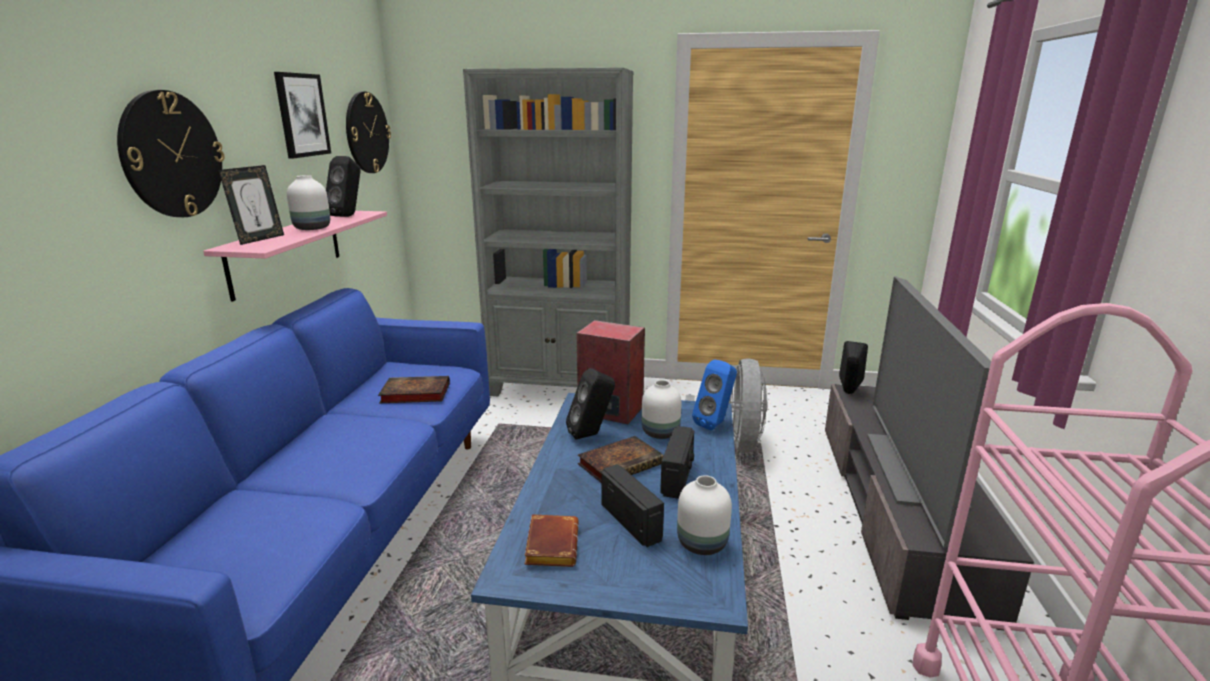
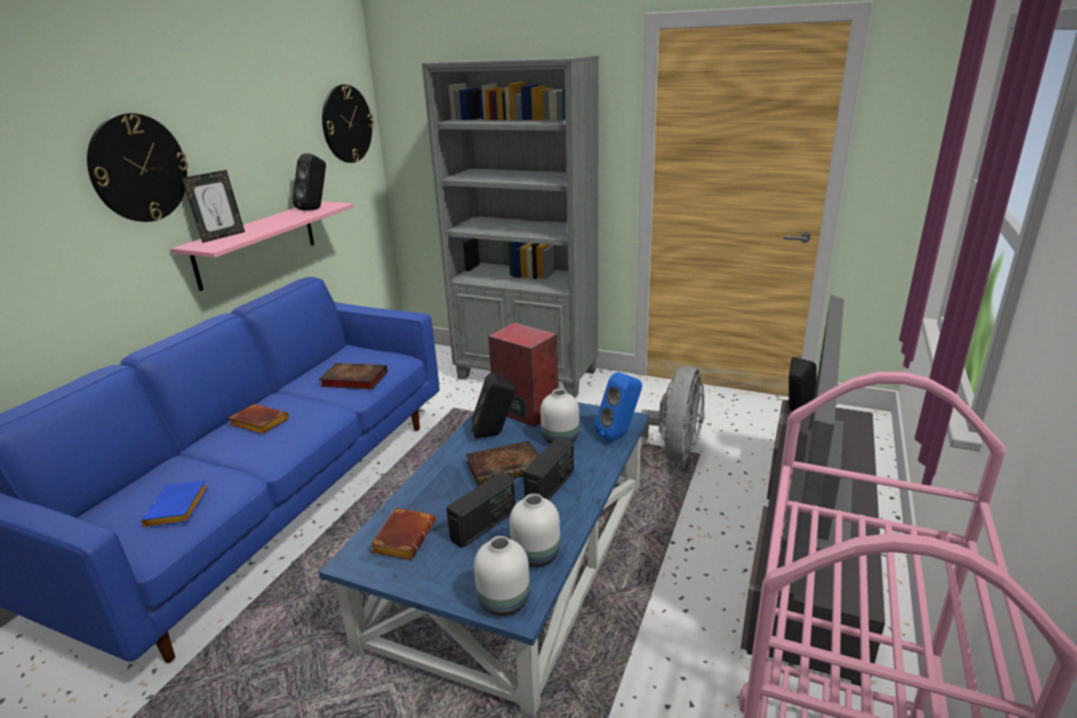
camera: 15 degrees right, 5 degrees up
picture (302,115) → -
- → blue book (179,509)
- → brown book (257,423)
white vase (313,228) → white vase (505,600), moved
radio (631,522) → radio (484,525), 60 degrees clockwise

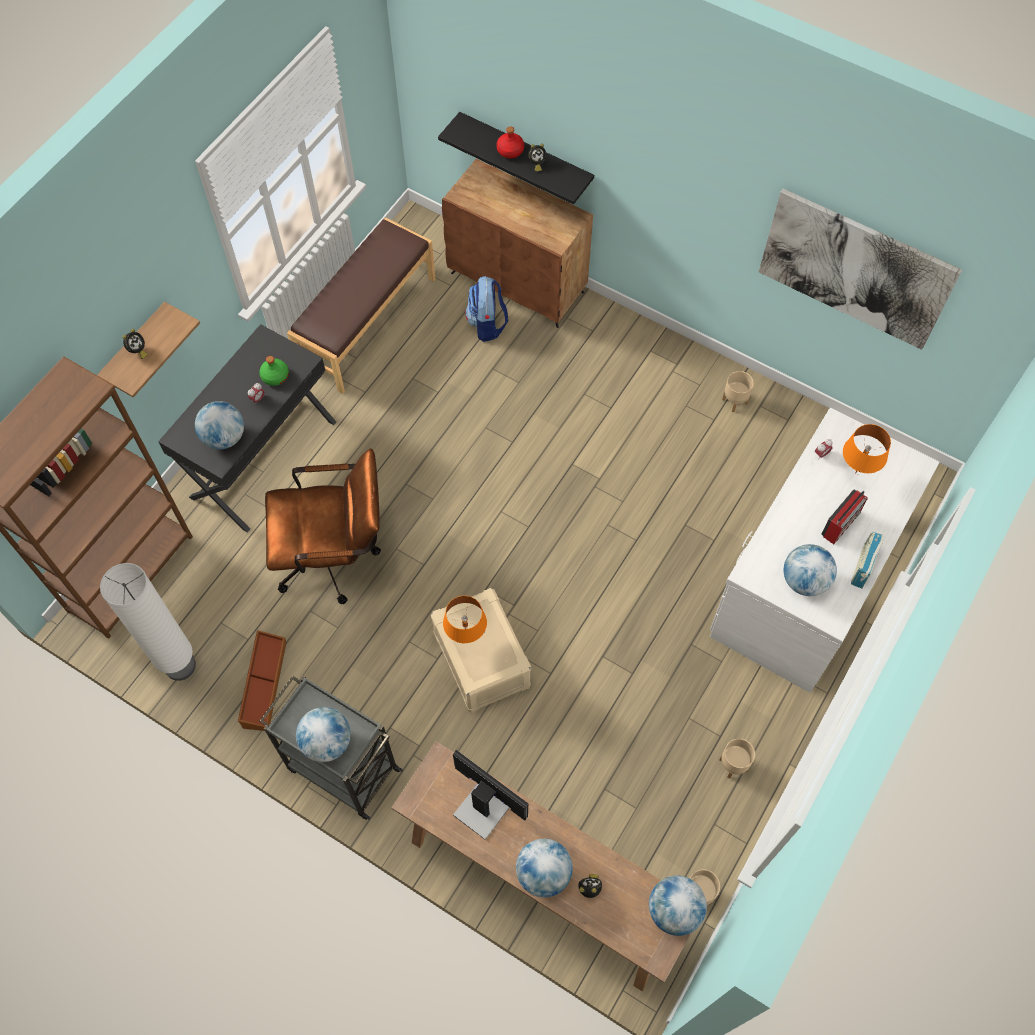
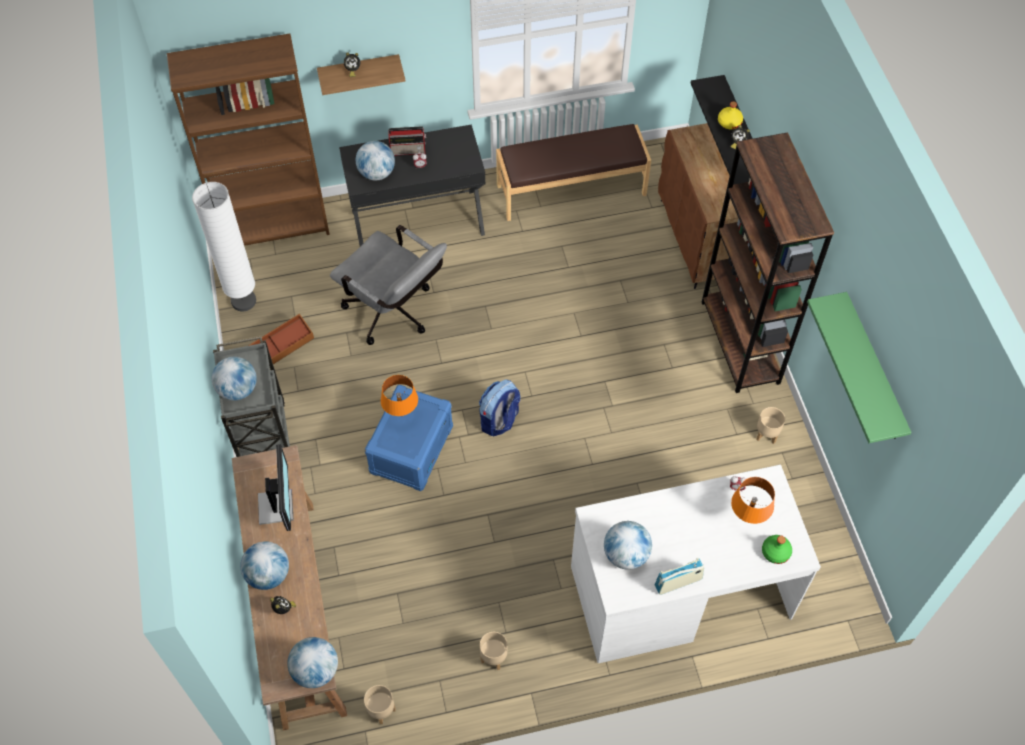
camera: 45 degrees right, 5 degrees down
- → brown bookcase (740,342)
green bottle (275,376) → green bottle (775,552), moved
backpack (487,324) → backpack (499,420), moved
radio (841,524) → radio (409,150), moved
picture (855,269) → green shelf (873,369)
brown office chair (335,557) → grey office chair (394,314)
beige storage box (481,660) → blue storage box (411,448)
red bottle (510,150) → yellow bottle (729,122)

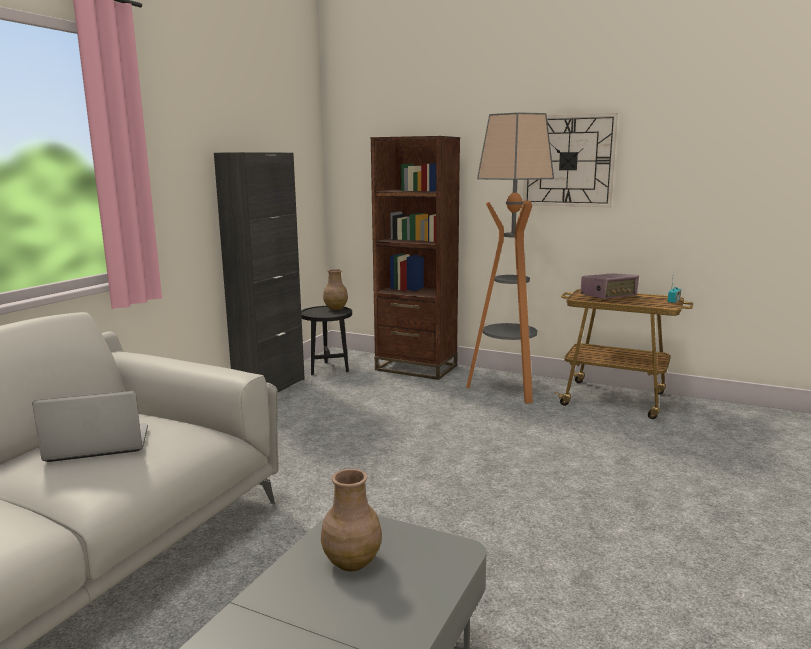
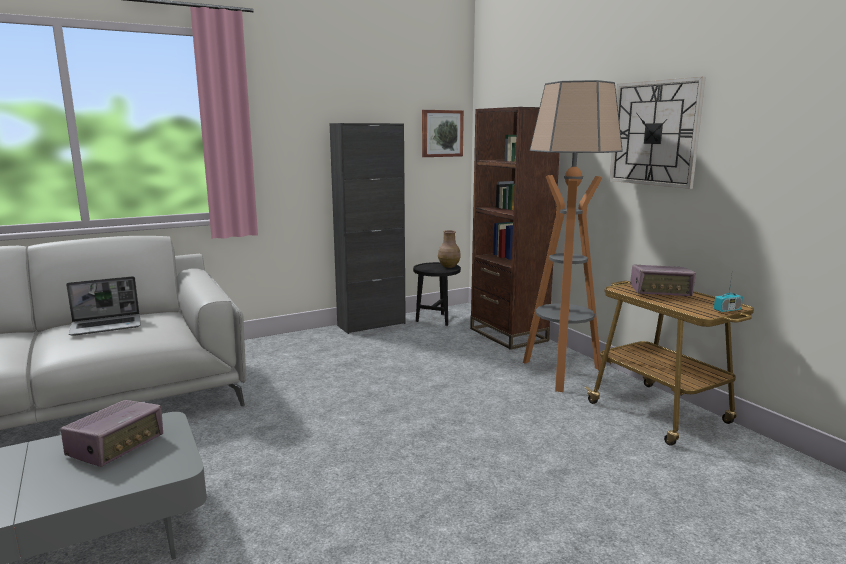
camera: 35 degrees right, 0 degrees up
- → picture (441,133)
brown vase (352,561) → radio (117,446)
laptop (96,445) → laptop (107,326), 135 degrees clockwise

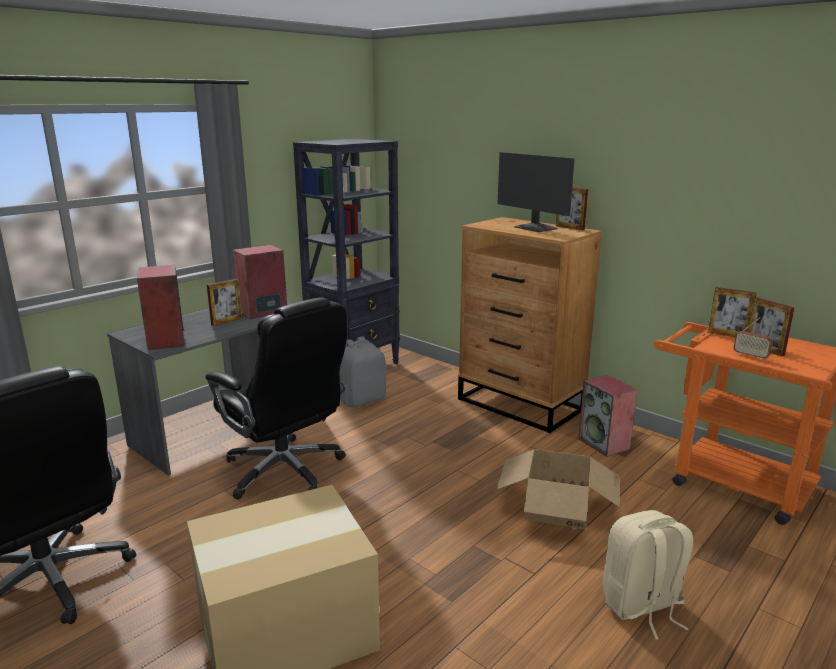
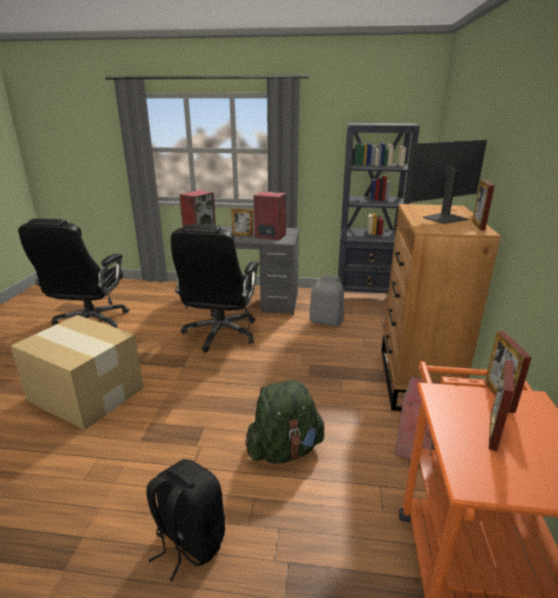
camera: 55 degrees right, 5 degrees up
radio (750,356) → -
cardboard box (556,507) → green backpack (284,450)
beige backpack (642,607) → black backpack (189,542)
monitor (535,228) → monitor (444,218), 45 degrees clockwise

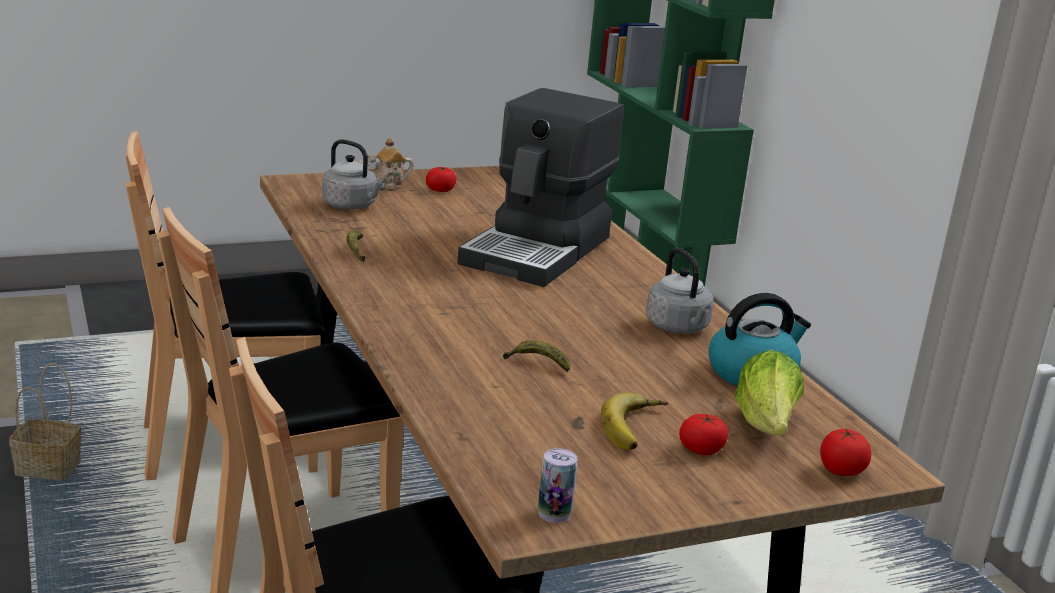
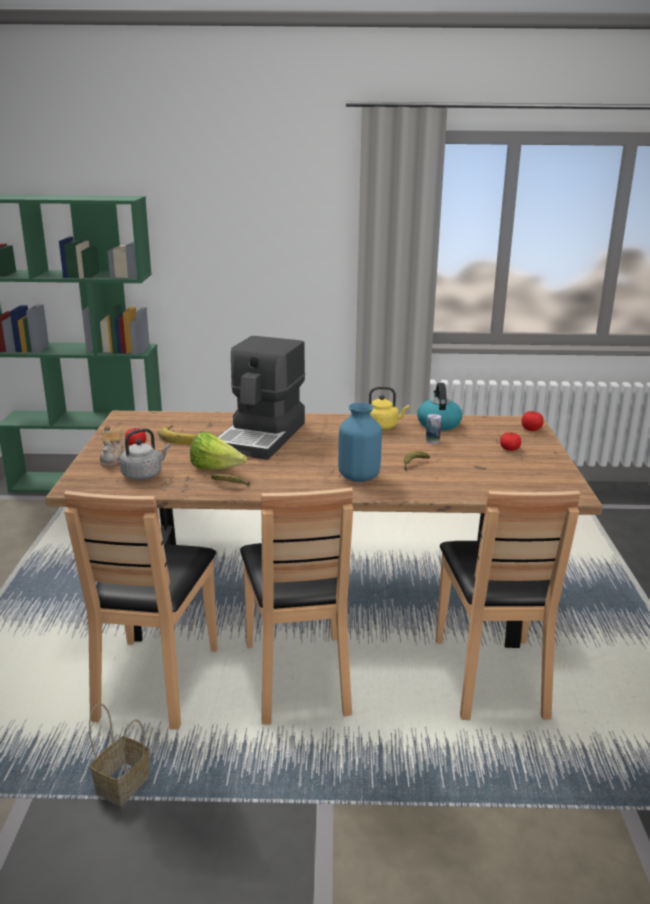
camera: 65 degrees left, 0 degrees up
- → blue vase (358,477)
can (554,514) → can (432,441), moved
banana (637,429) → banana (181,437), moved
lettuce (765,426) → lettuce (216,469), moved
grey kettle (679,328) → yellow kettle (383,426)
coffee machine (539,251) → coffee machine (262,437), 60 degrees clockwise

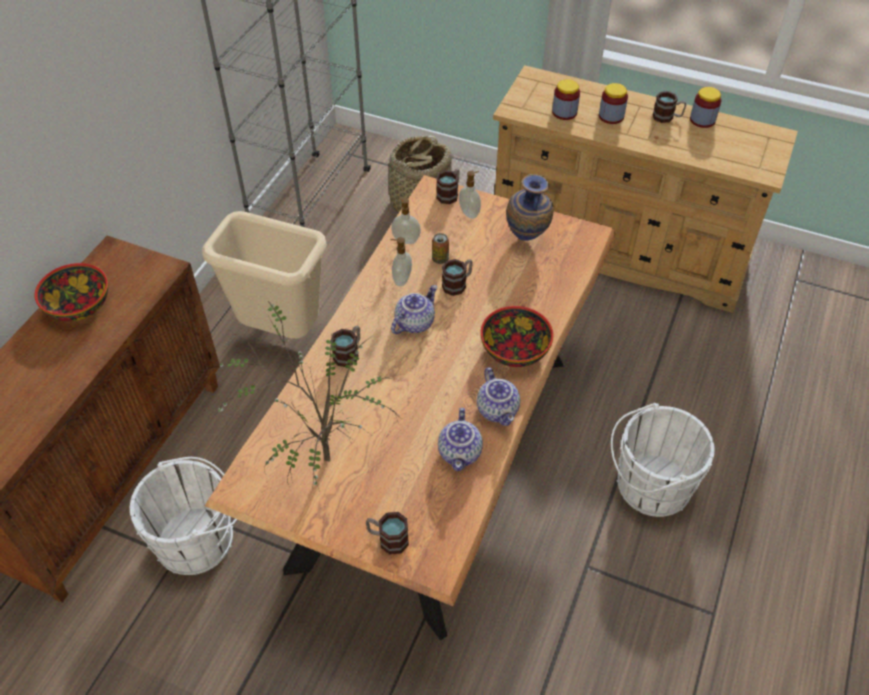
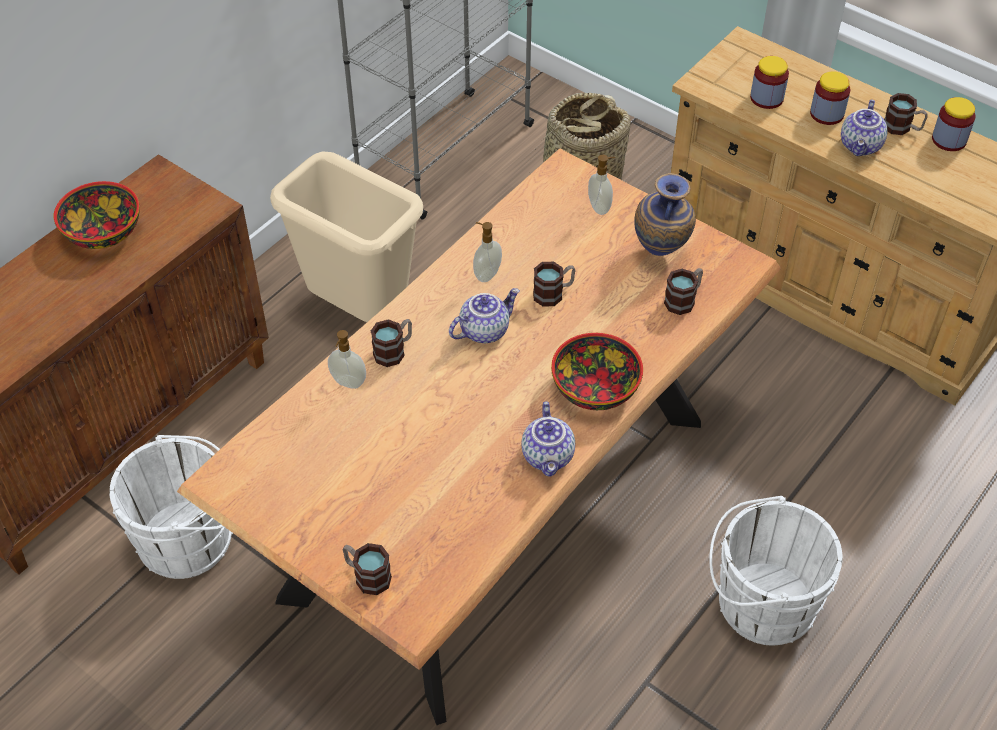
camera: 15 degrees right, 0 degrees up
potted plant (321,458) → -
can (440,259) → -
soap dispenser (406,241) → soap dispenser (348,383), moved
mug (449,194) → mug (684,299), moved
teapot (461,453) → teapot (861,146), moved

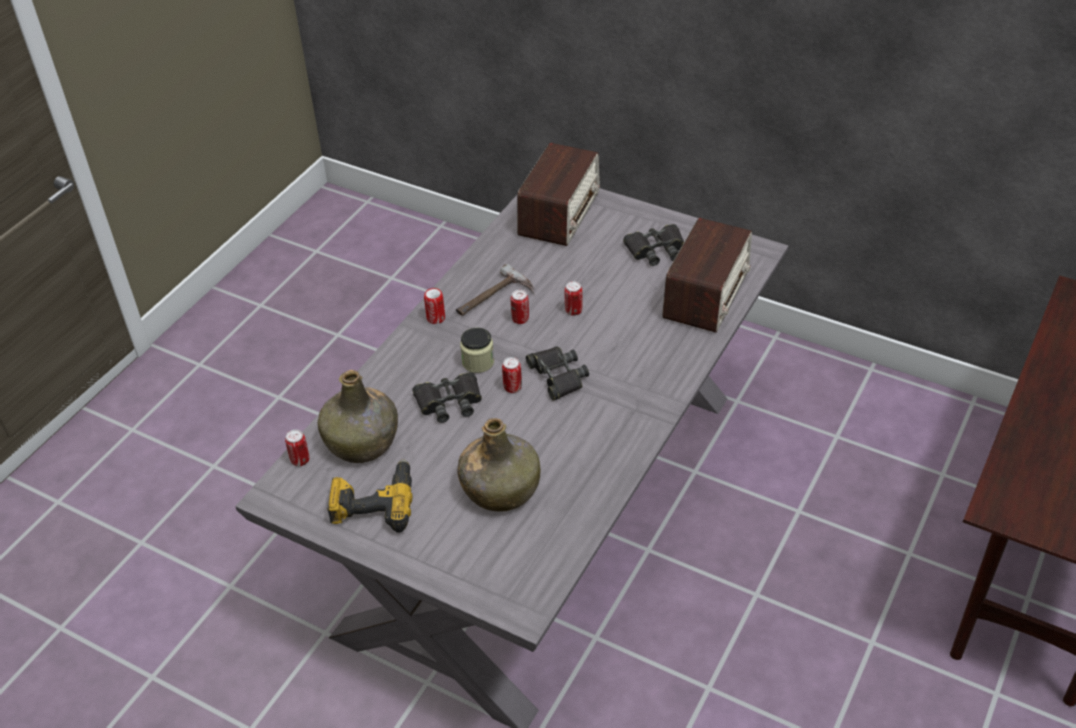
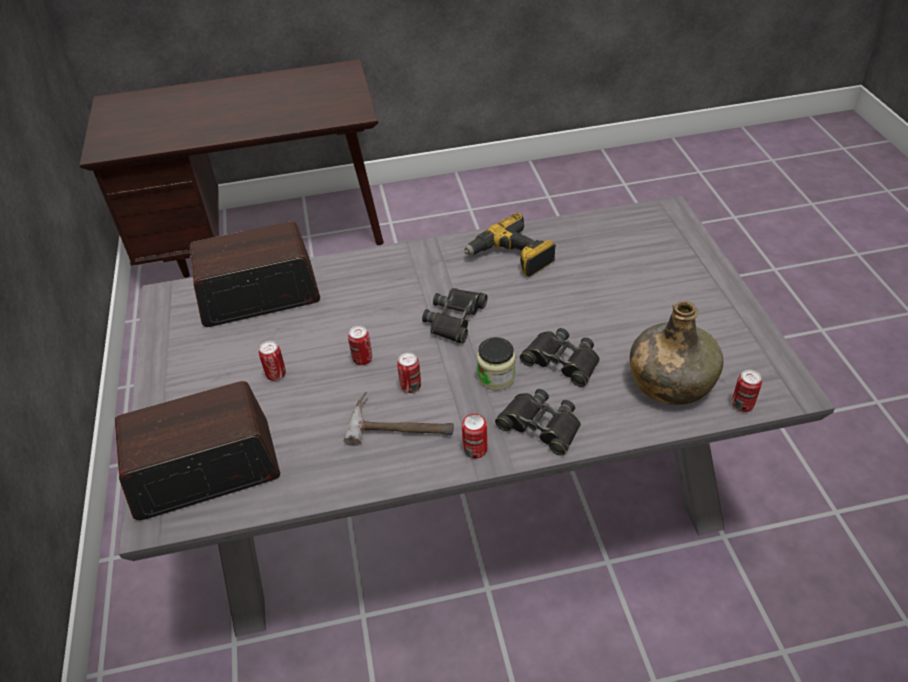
camera: 130 degrees left, 0 degrees up
green bottle (501,488) → -
power drill (374,503) → power drill (511,257), moved
can (512,387) → can (276,375), moved
black binoculars (656,250) → black binoculars (540,426), moved

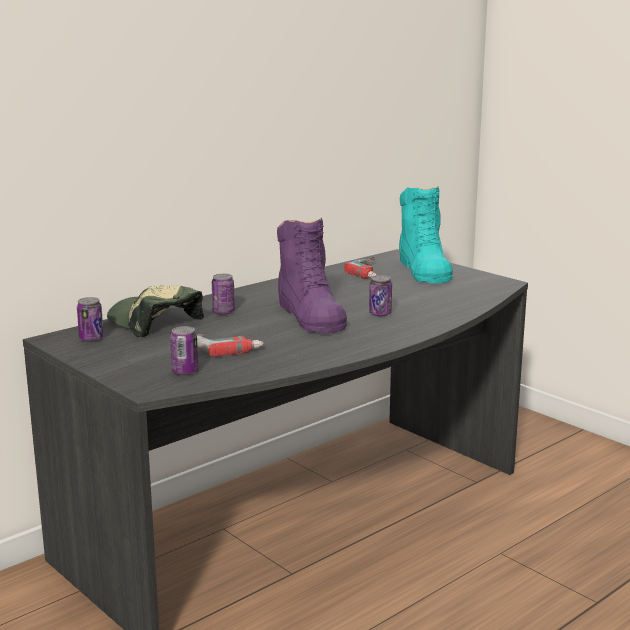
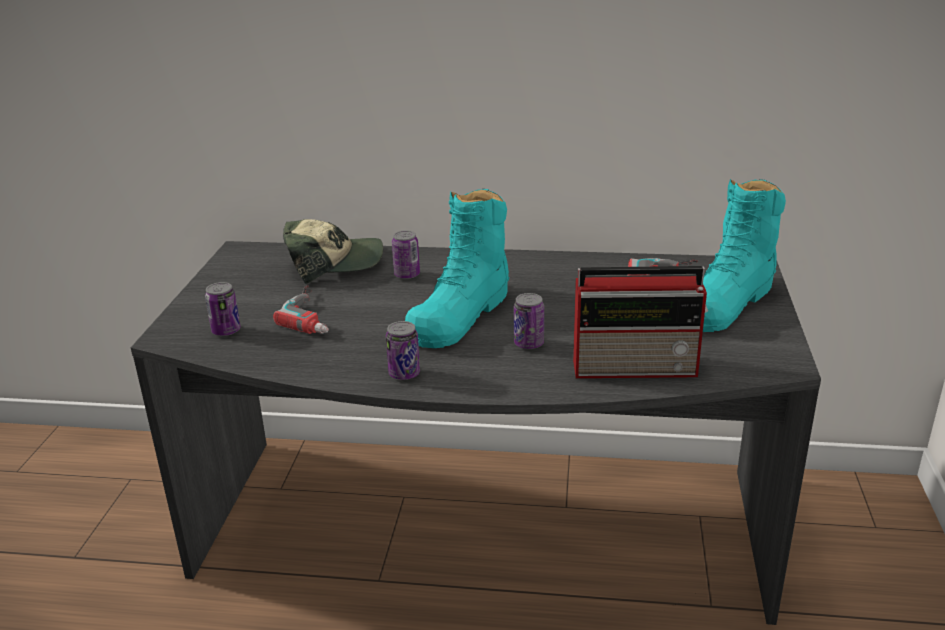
camera: 50 degrees right, 10 degrees up
- → radio (637,367)
can (91,339) → can (404,374), moved
purple boot (310,316) → turquoise boot (460,315)
cap (154,322) → cap (334,263), 75 degrees clockwise

